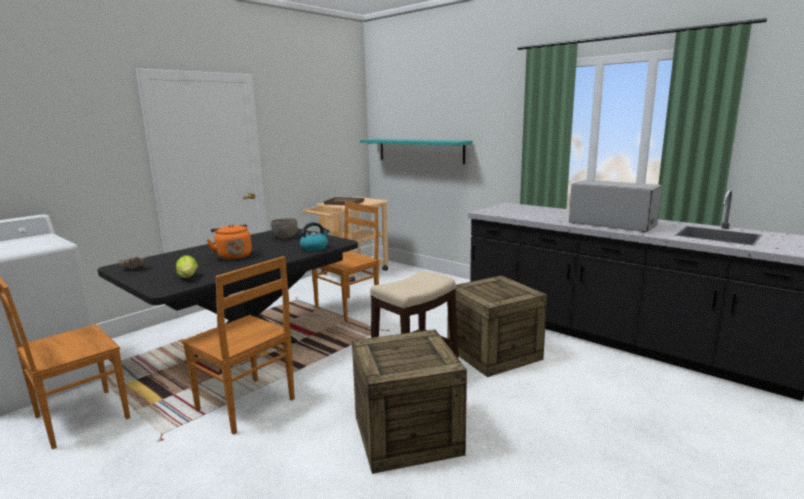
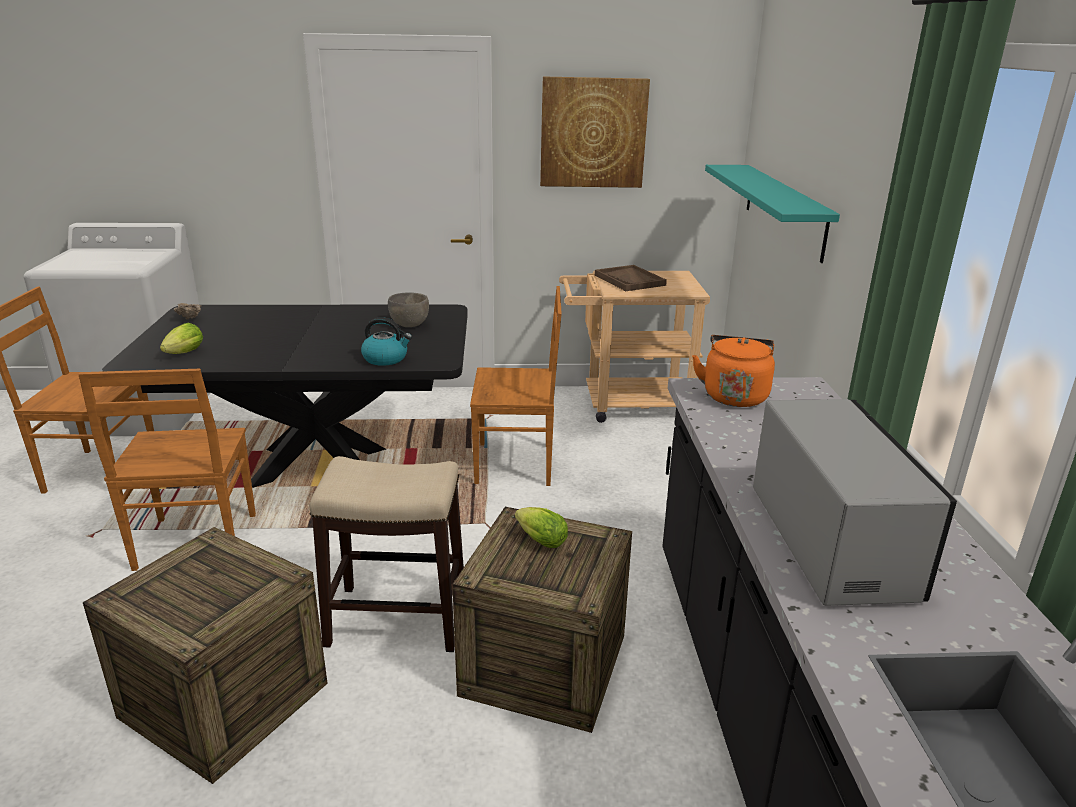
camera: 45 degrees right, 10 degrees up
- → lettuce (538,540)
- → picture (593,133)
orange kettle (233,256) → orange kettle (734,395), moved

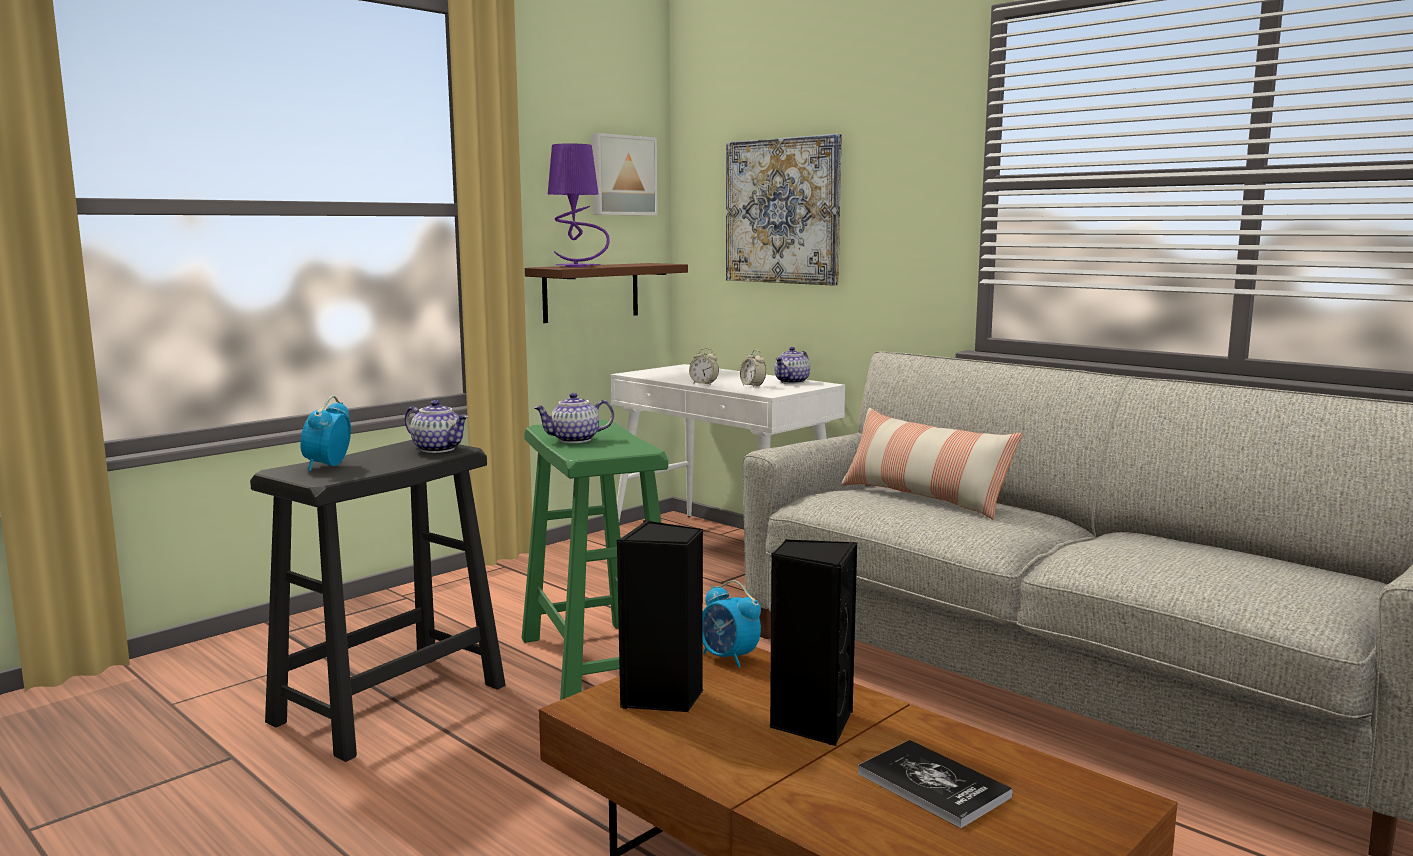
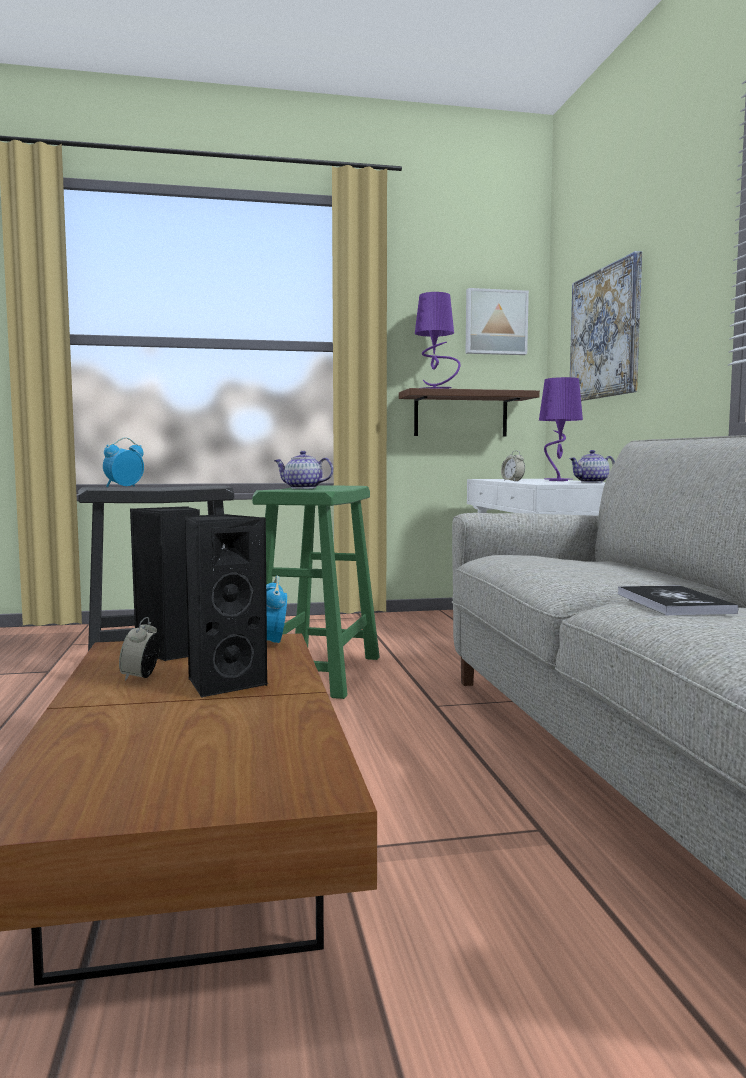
camera: 35 degrees right, 5 degrees down
teapot (439,449) → -
pillow (924,498) → -
- → purple table lamp (557,480)
alarm clock (752,386) → alarm clock (140,677), moved
book (933,785) → book (673,603), moved

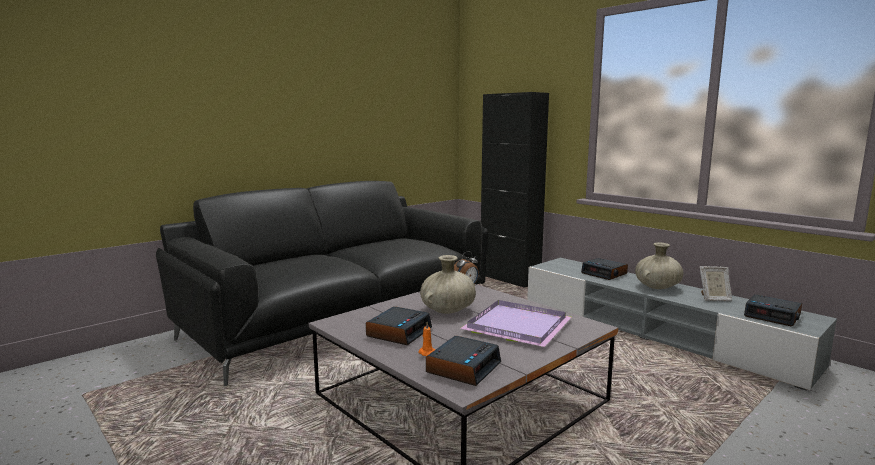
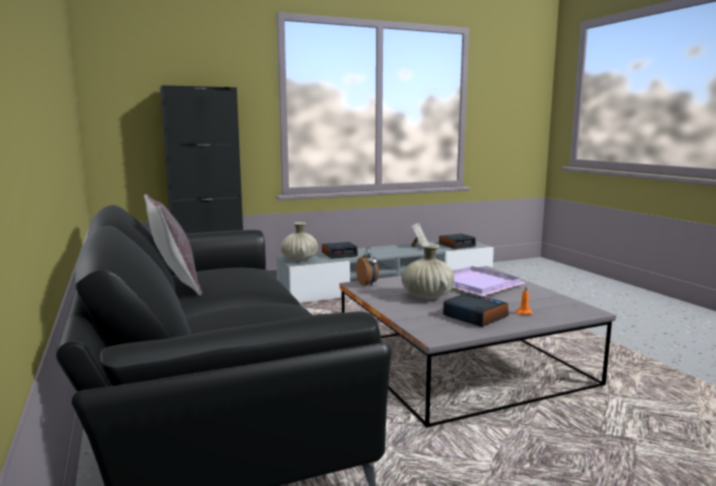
camera: 70 degrees left, 0 degrees up
alarm clock (463,367) → -
- → grey pillow (175,285)
beige vase (657,287) → beige vase (300,260), moved

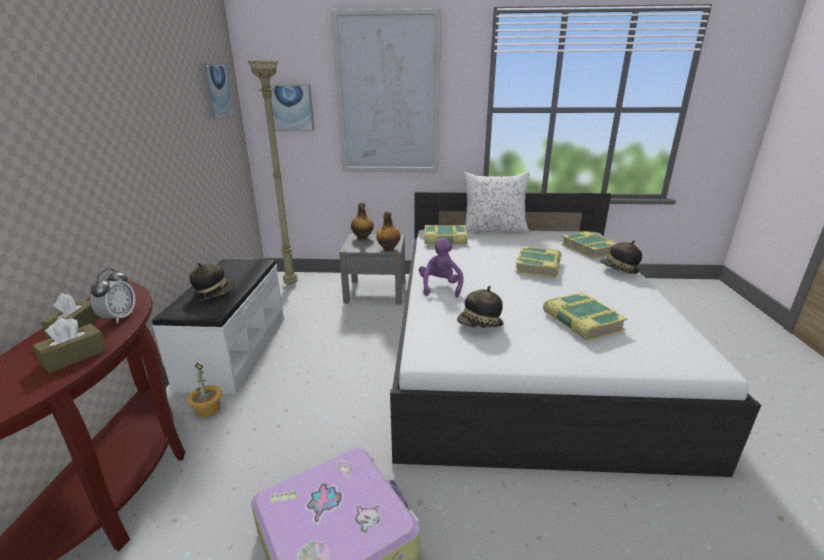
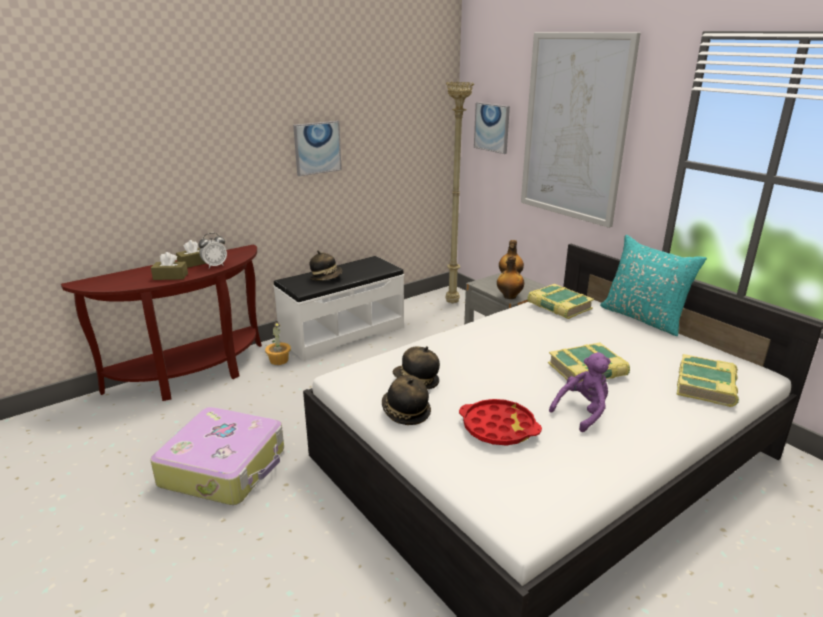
camera: 50 degrees right, 0 degrees up
picture (217,90) → picture (317,148), moved
purple plush toy (440,287) → purple plush toy (582,412), moved
hat (619,270) → hat (405,412), moved
book (581,321) → red tray (498,428)
white pillow (493,229) → turquoise pillow (643,318)

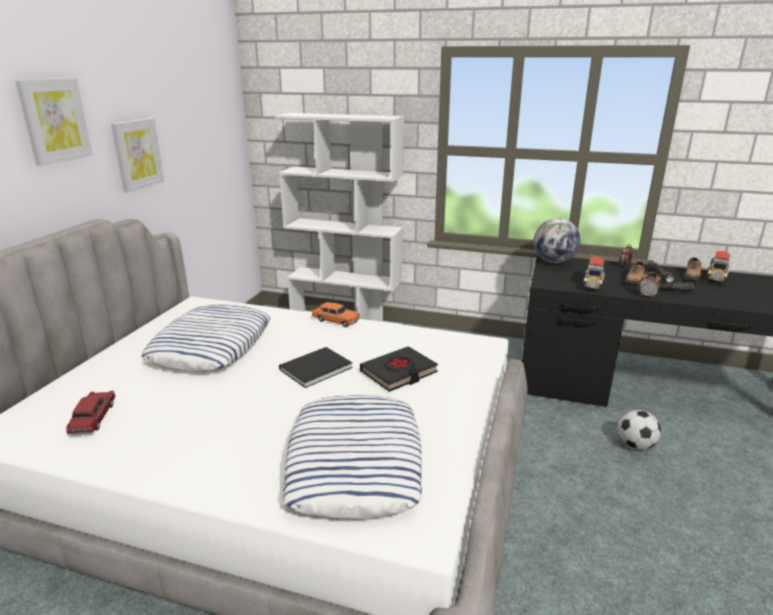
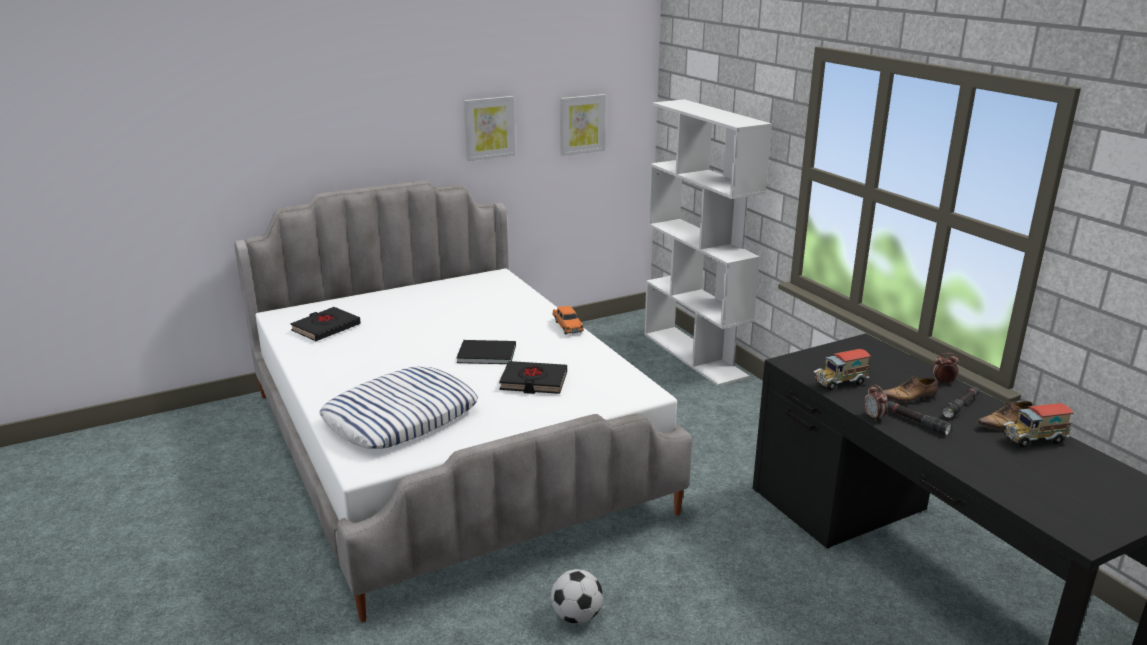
camera: 45 degrees right, 0 degrees up
pillow (211,345) → -
globe (554,262) → -
picture (54,120) → picture (582,124), moved
football (635,445) → football (576,616), moved
red toy car (93,419) → black book (326,328)

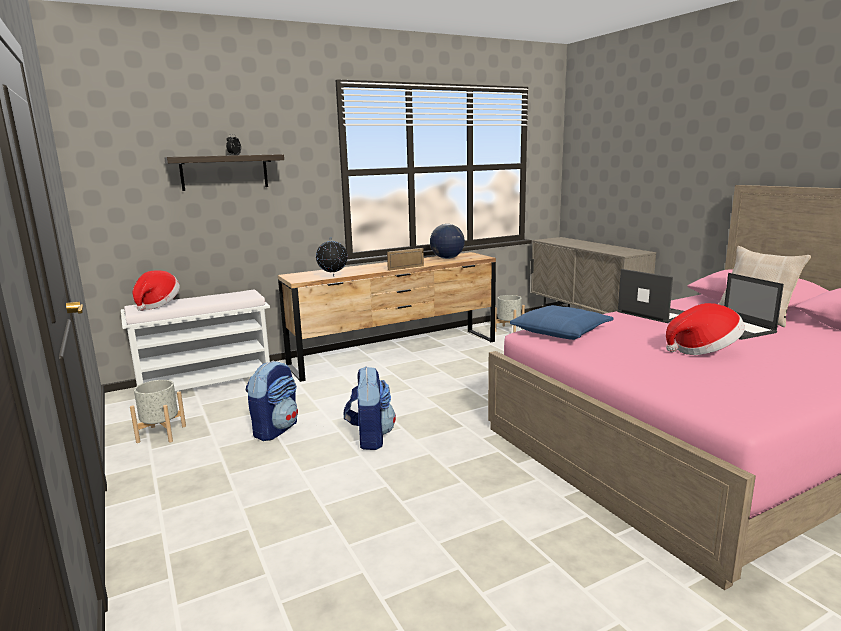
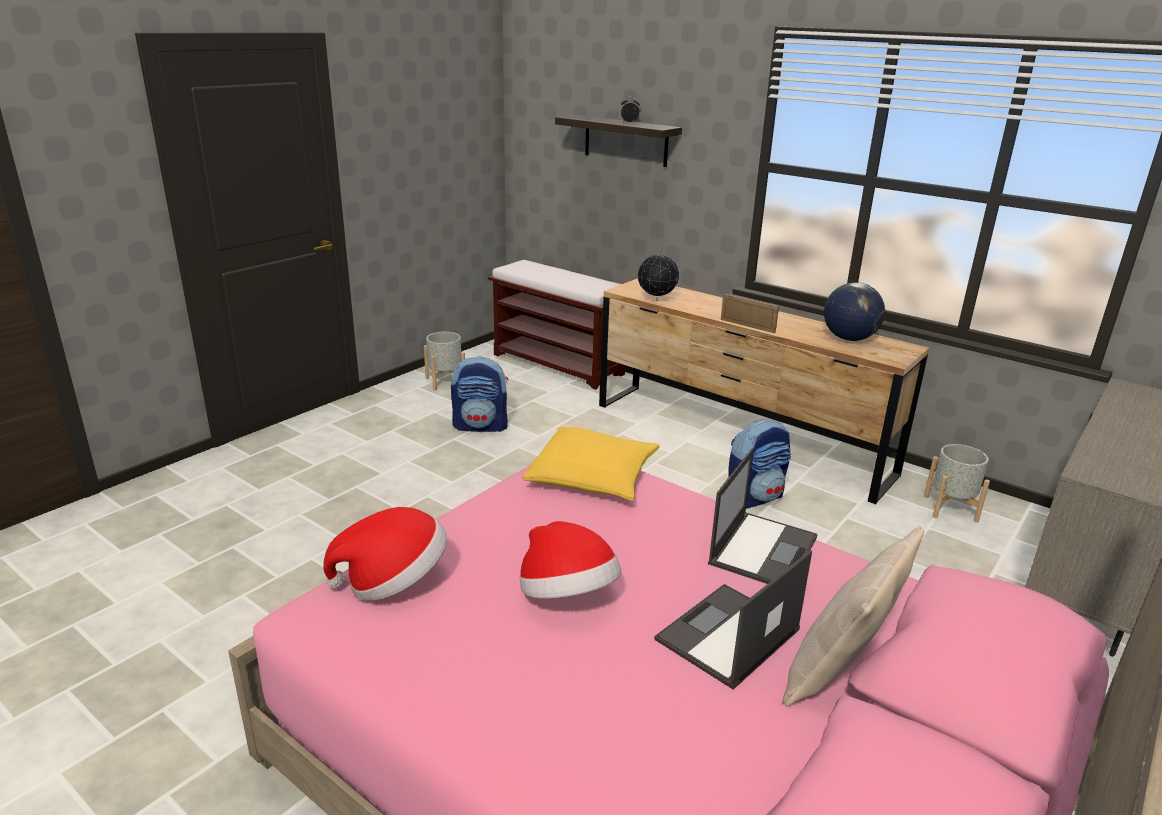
camera: 65 degrees right, 10 degrees up
hat (157,305) → hat (393,581), moved
backpack (370,438) → backpack (754,497), moved
white bench (207,382) → brown bench (559,364)
blue pillow (561,331) → yellow pillow (593,476)

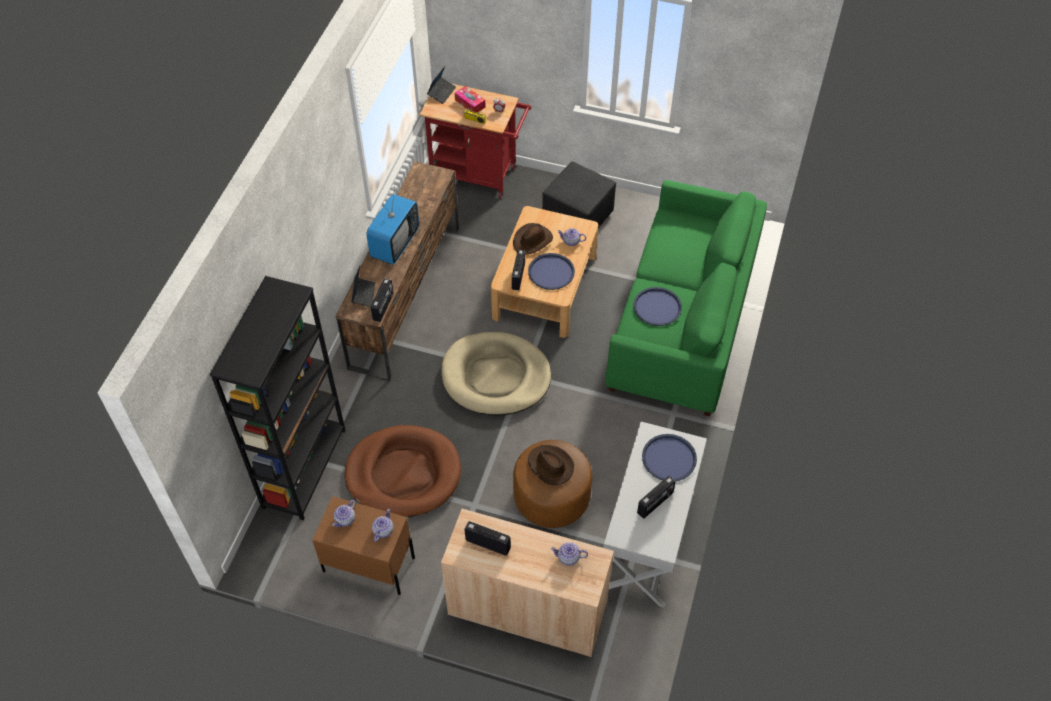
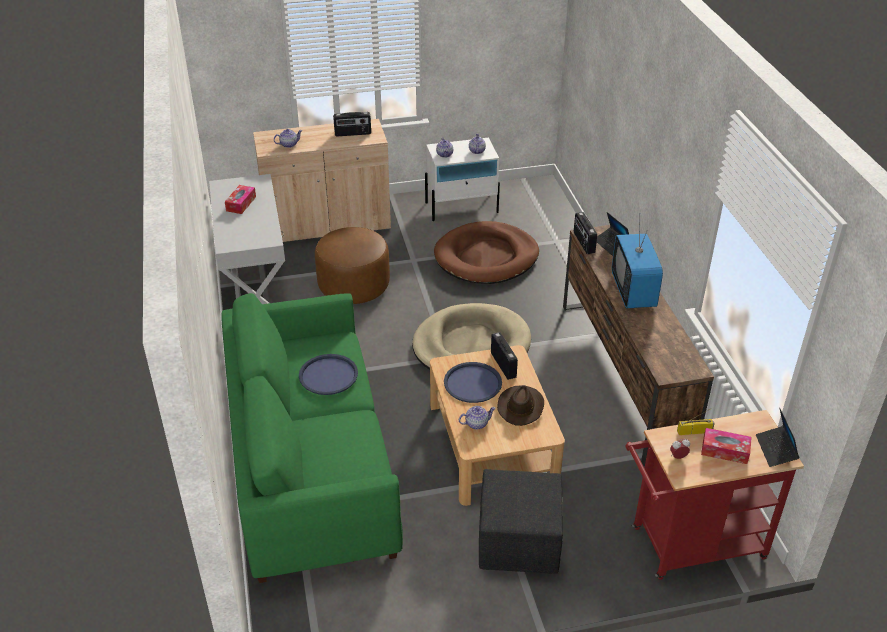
camera: 150 degrees right, 15 degrees down
black bookcase (304,468) → -
brown hat (550,466) → -
blue tray (669,458) → -
radio (655,503) → tissue box (241,204)
brown nightstand (368,564) → white nightstand (462,207)

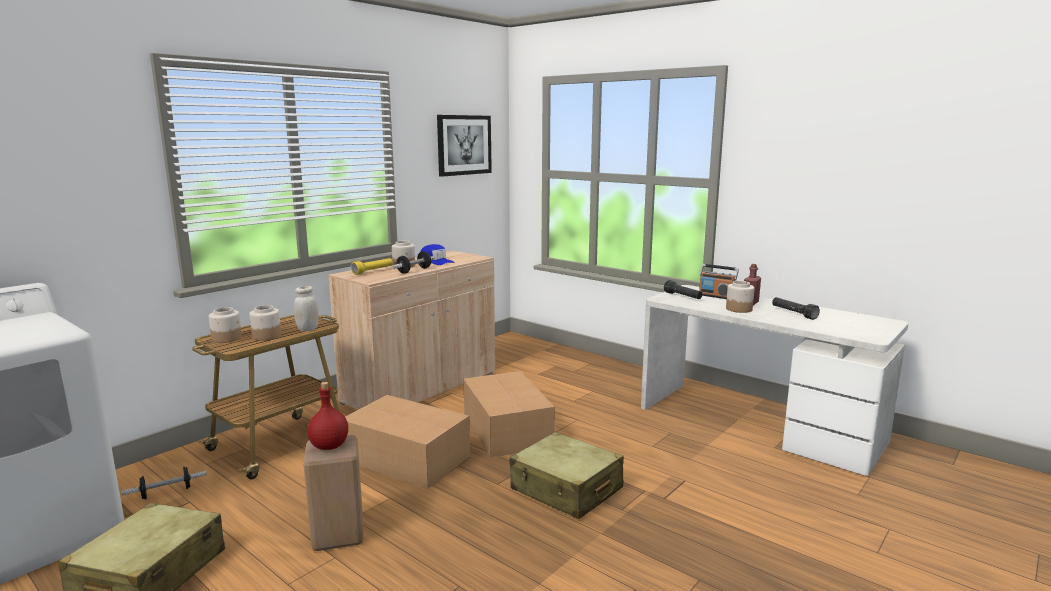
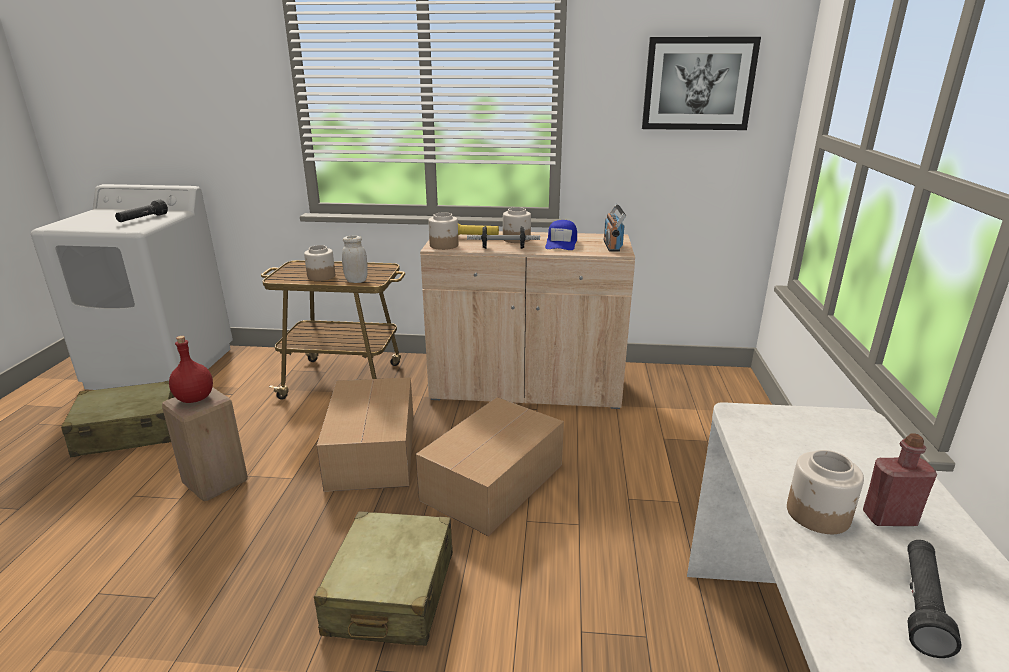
camera: 55 degrees right, 10 degrees up
dumbbell (166,492) → -
jar (227,338) → jar (444,245), moved
black flashlight (683,297) → black flashlight (143,219), moved
radio (716,296) → radio (612,245), moved

